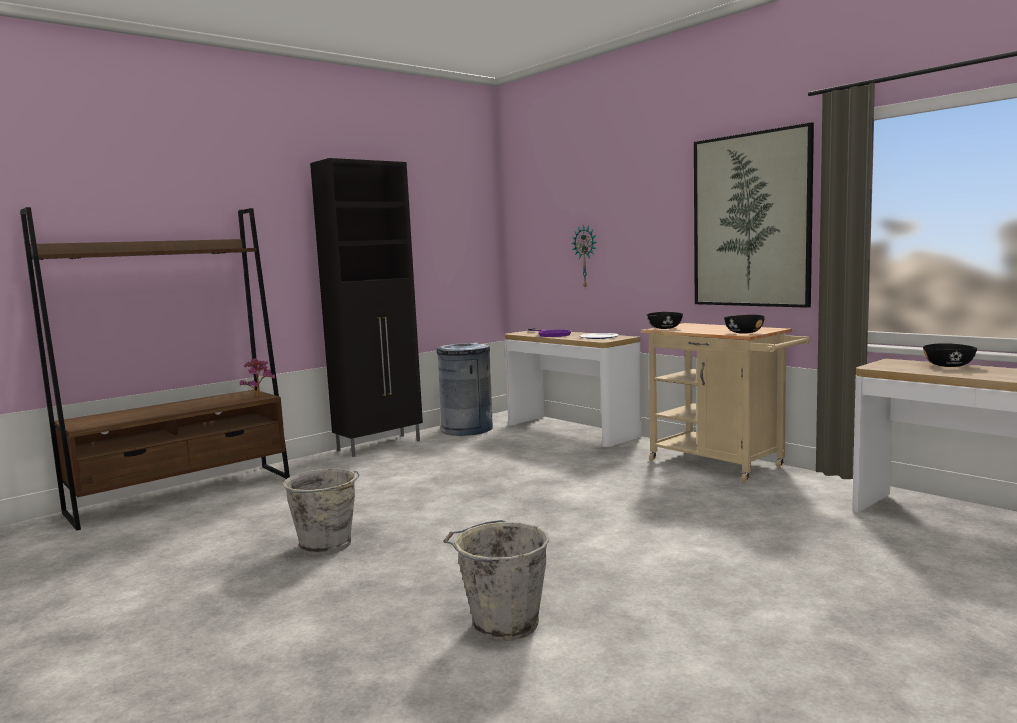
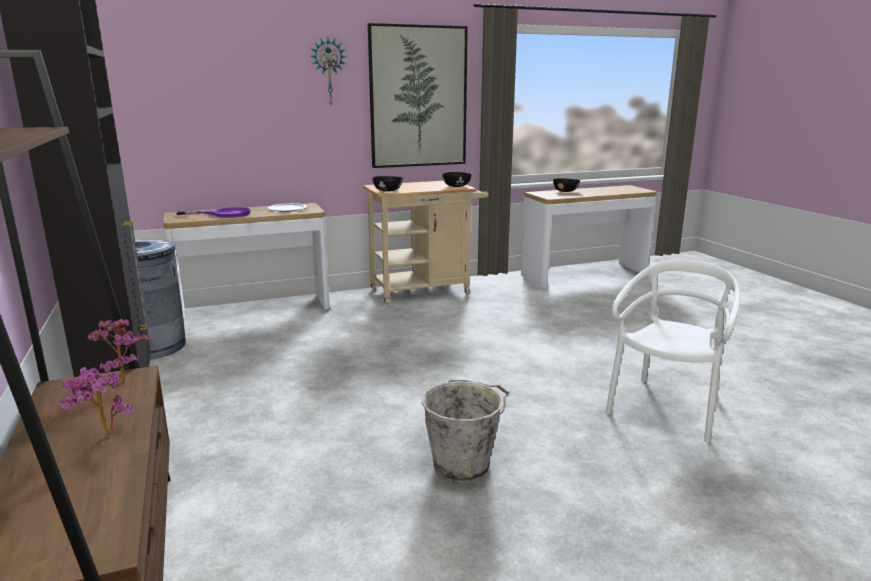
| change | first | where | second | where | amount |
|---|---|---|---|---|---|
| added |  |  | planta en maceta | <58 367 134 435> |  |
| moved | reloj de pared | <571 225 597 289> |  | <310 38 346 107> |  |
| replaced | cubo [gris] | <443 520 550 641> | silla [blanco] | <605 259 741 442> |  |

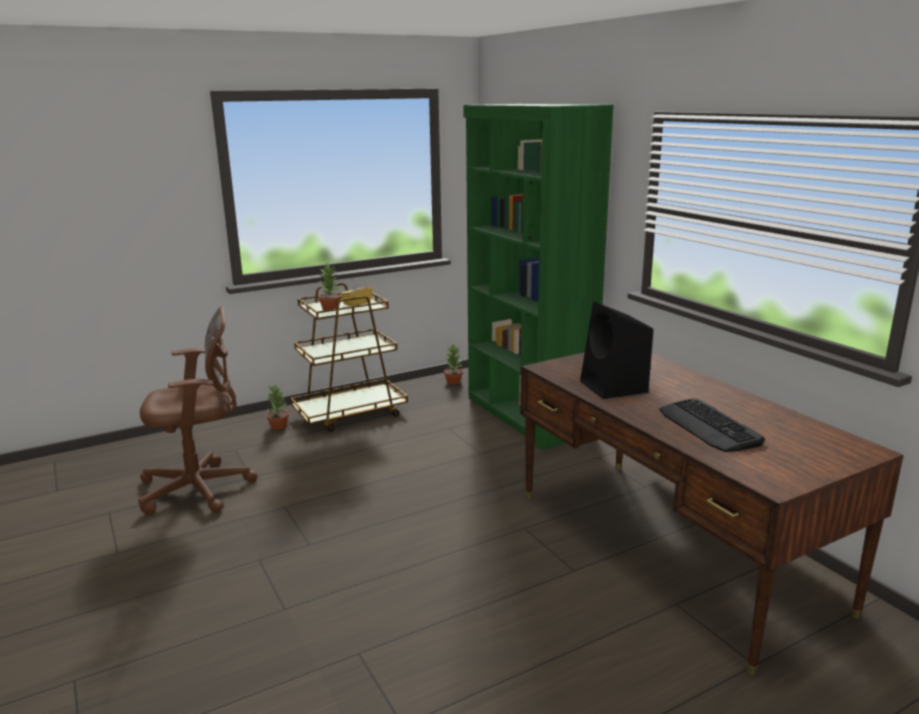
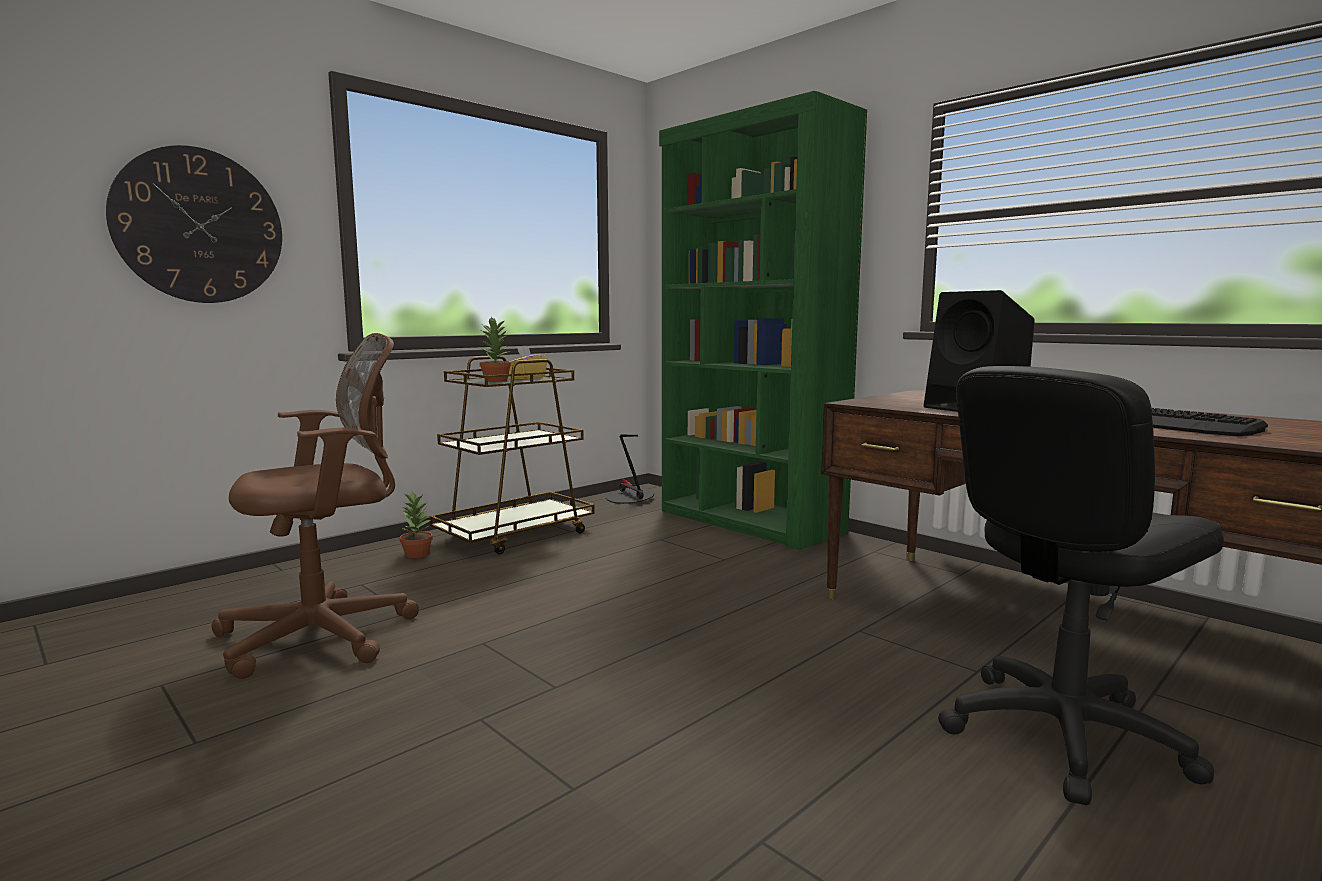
| change | first | where | second | where | amount |
|---|---|---|---|---|---|
| added |  |  | reloj de pared | <106 145 282 303> |  |
| replaced | planta en maceta | <444 343 463 384> | lámpara de mesa | <606 435 654 504> |  |
| added |  |  | silla de oficina [negro] | <938 366 1224 806> |  |

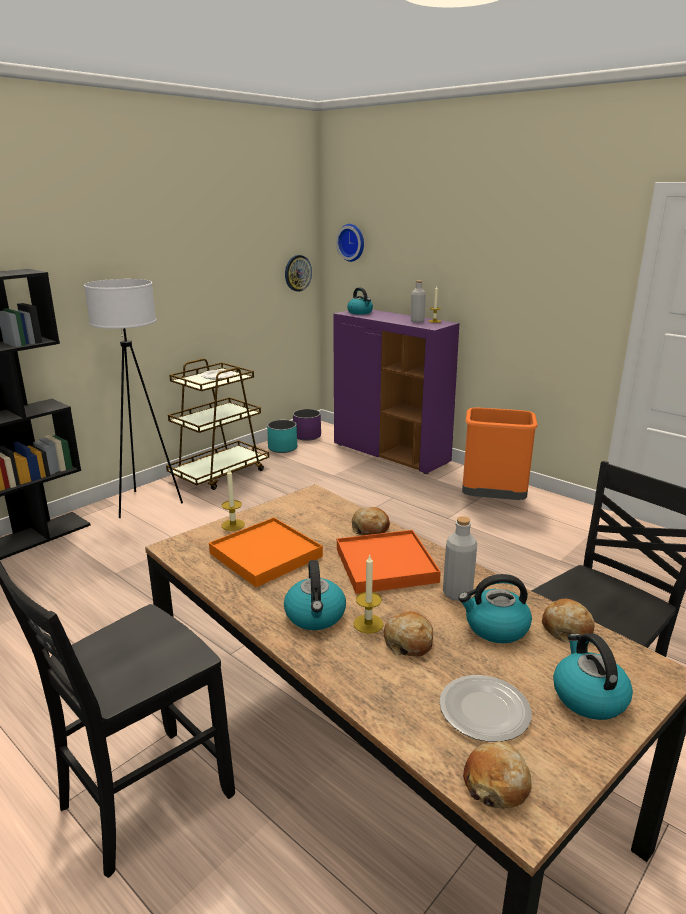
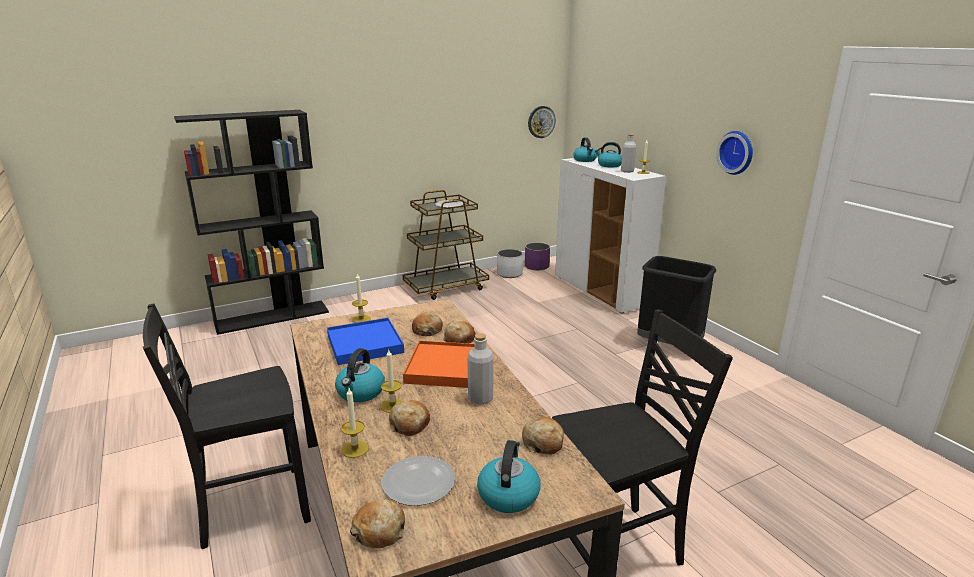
| change | first | where | second | where | amount |
|---|---|---|---|---|---|
| recoloured | bandeja [naranja] | <209 517 323 587> | bandeja [azul] | <327 318 404 365> |  |
| added |  |  | vela | <341 388 369 458> |  |
| added |  |  | pan | <412 312 443 336> |  |
| recoloured | maceta [turquesa] | <267 420 297 453> | maceta [blanco] | <497 249 523 278> |  |
| recoloured | armario [morado] | <333 310 460 474> | armario [blanco] | <555 157 666 314> |  |
| moved | hervidor | <458 574 532 643> |  | <595 142 622 168> |  |
| recoloured | papelera [naranja] | <462 408 538 500> | papelera [negro] | <637 256 716 345> |  |
| moved | reloj de pared | <336 224 364 262> |  | <716 131 753 175> |  |
| removed | lámpara de pie [blanco] | <84 279 183 518> |  |  |  |

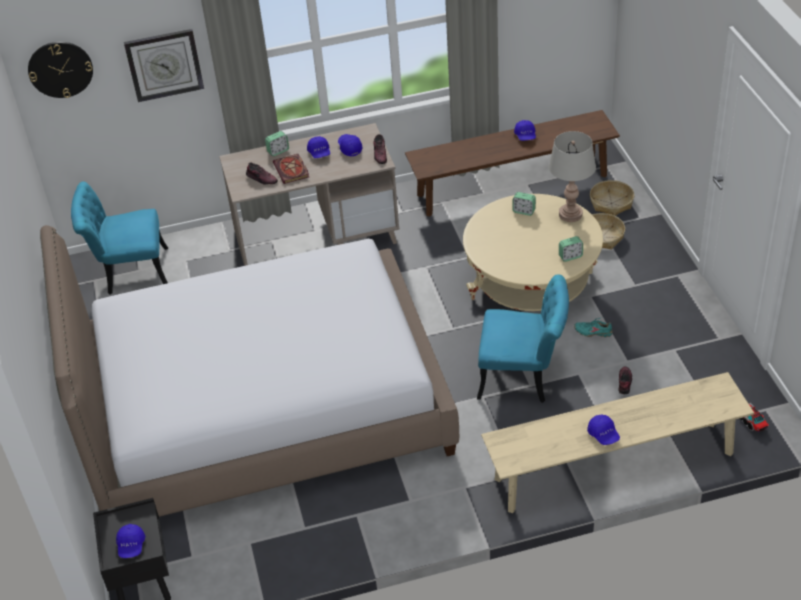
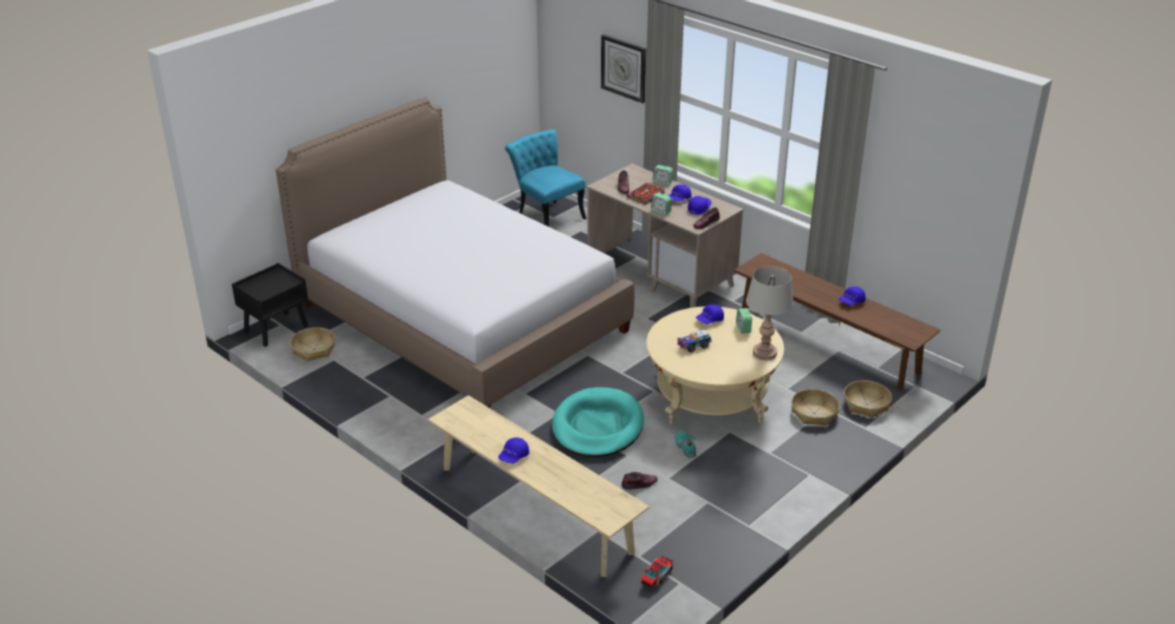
| change | first | where | second | where | amount |
|---|---|---|---|---|---|
| added |  |  | cesta | <290 327 335 361> |  |
| replaced | silla [turquesa] | <477 274 569 403> | cama para perro [turquesa] | <552 387 644 457> |  |
| moved | despertador | <559 236 583 262> |  | <651 193 672 215> |  |
| added |  |  | camión de juguete | <678 330 712 353> |  |
| moved | gorra [azul] | <116 524 145 558> |  | <696 304 724 324> |  |
| removed | reloj de pared | <28 42 93 98> |  |  |  |

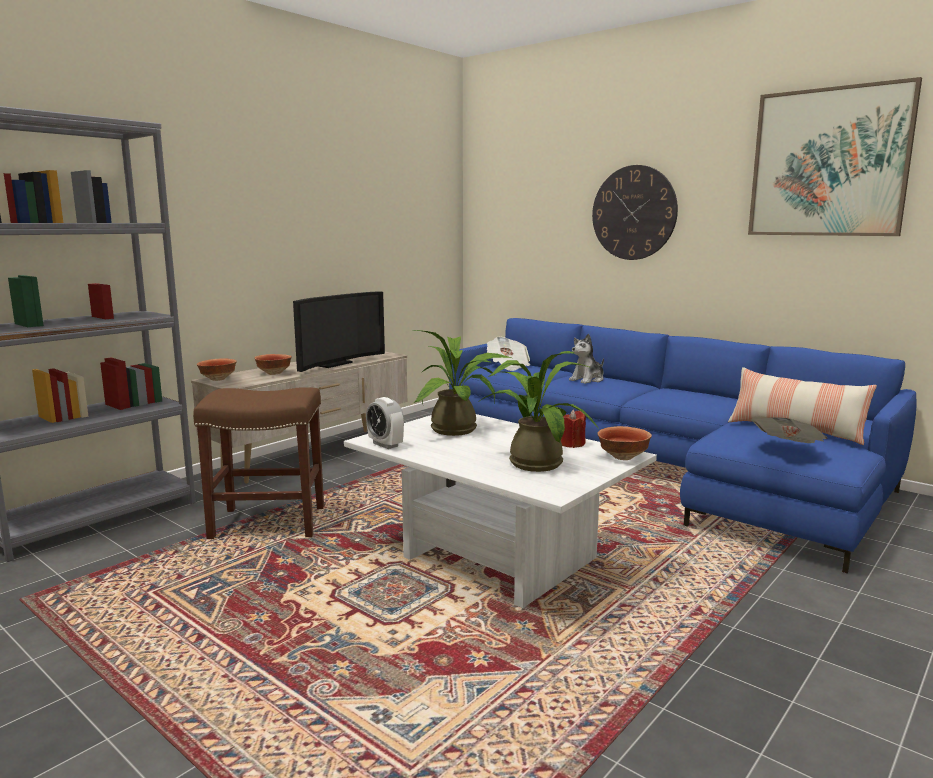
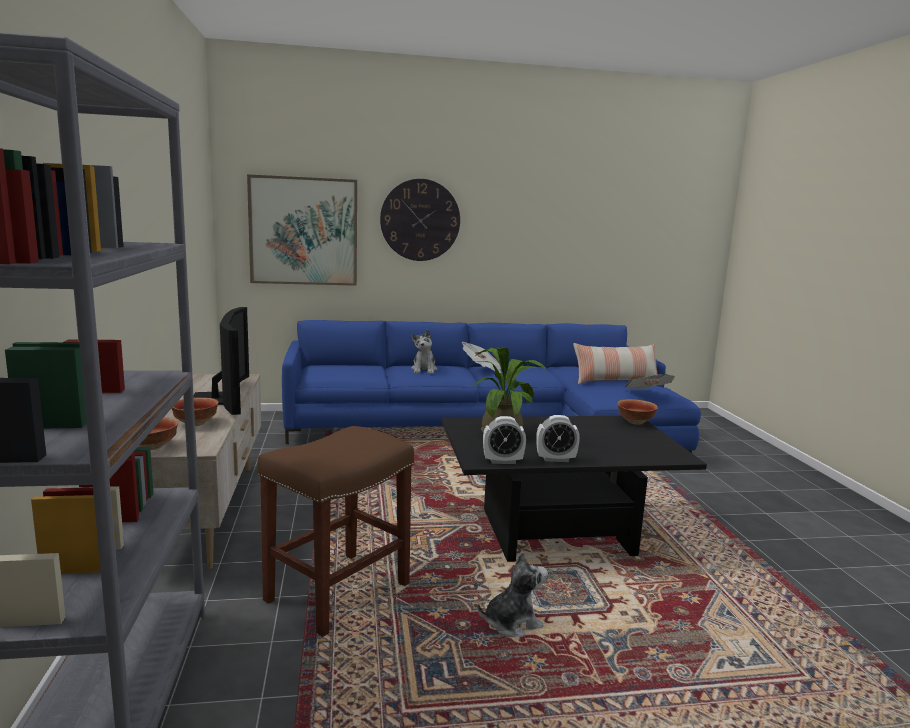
| change | first | where | second | where | amount |
|---|---|---|---|---|---|
| moved | cuadro | <748 77 922 236> |  | <247 174 357 286> |  |
| recoloured | mesa de centro [blanco] | <344 414 657 608> | mesa de centro [negro] | <441 416 707 562> |  |
| moved | periódico | <487 337 530 371> |  | <462 342 501 373> |  |
| added |  |  | peluche | <477 551 548 637> |  |
| added |  |  | despertador | <536 415 580 462> |  |
| removed | planta en maceta | <478 351 599 472> |  |  |  |
| removed | vela [rojo] | <561 410 586 448> |  |  |  |

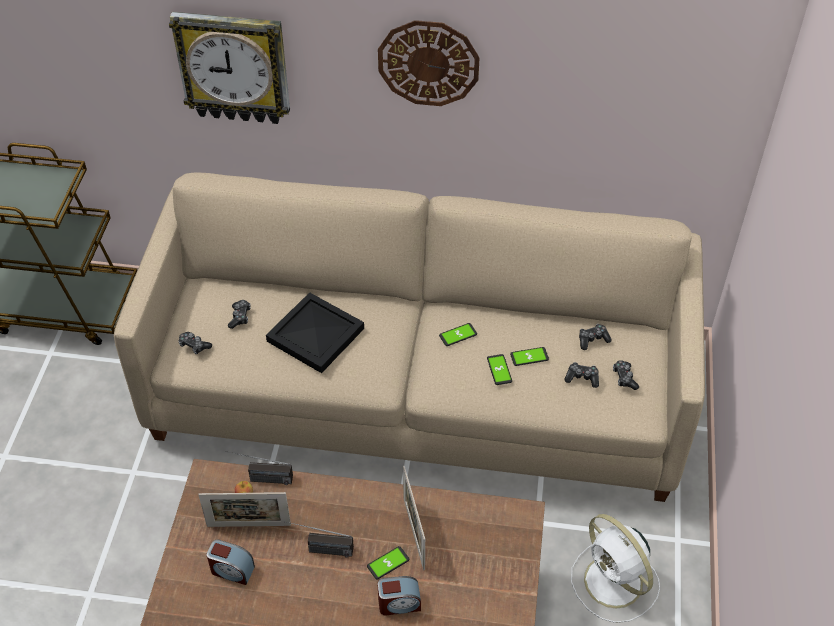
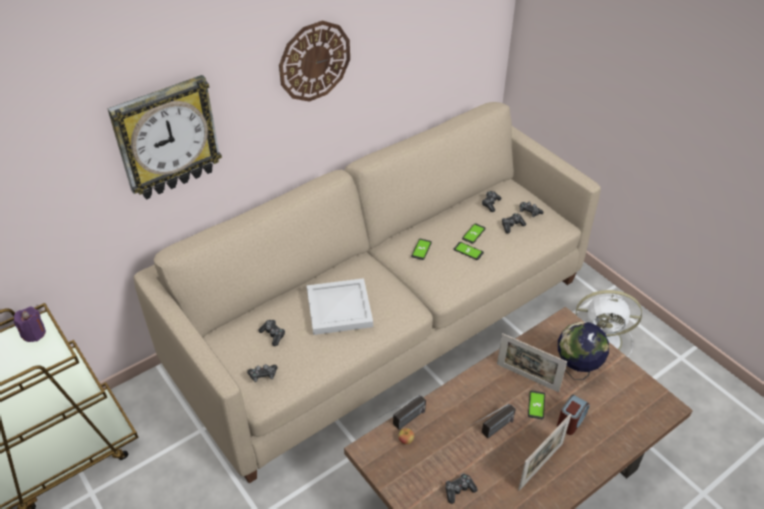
| change | first | where | second | where | amount |
|---|---|---|---|---|---|
| added |  |  | vela [morado] | <14 307 46 342> |  |
| recoloured | bandeja [negro] | <266 292 364 373> | bandeja [blanco] | <307 278 373 335> |  |
| replaced | despertador | <207 540 255 585> | mando de consola | <446 473 478 504> |  |
| moved | portarretratos | <198 492 291 527> |  | <518 414 572 491> |  |
| added |  |  | globo terráqueo | <558 322 609 380> |  |

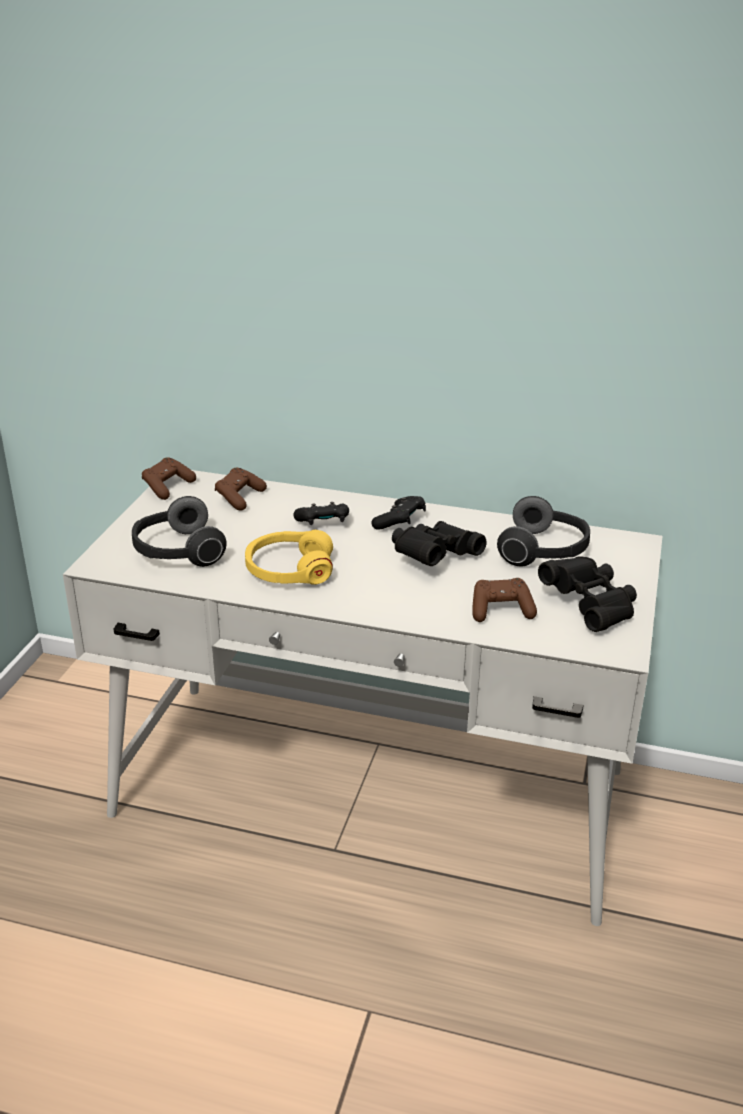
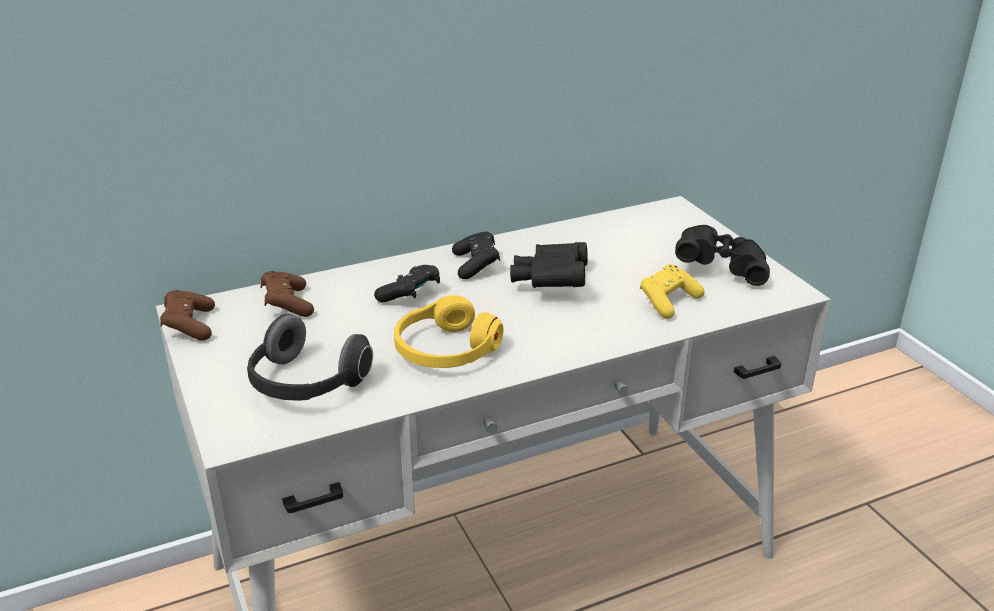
| change | first | where | second | where | amount |
|---|---|---|---|---|---|
| recoloured | mando de consola [marrón] | <472 578 537 622> | mando de consola [amarillo] | <640 264 704 319> |  |
| removed | auriculares | <497 496 590 566> |  |  |  |

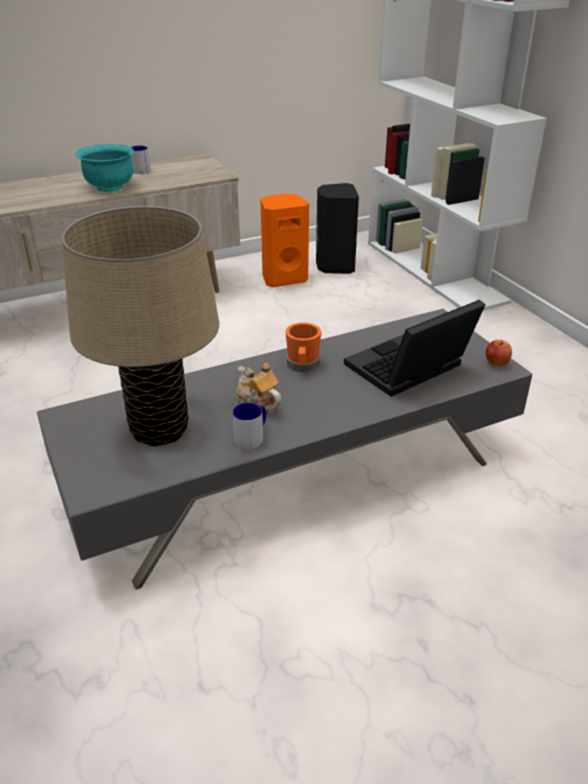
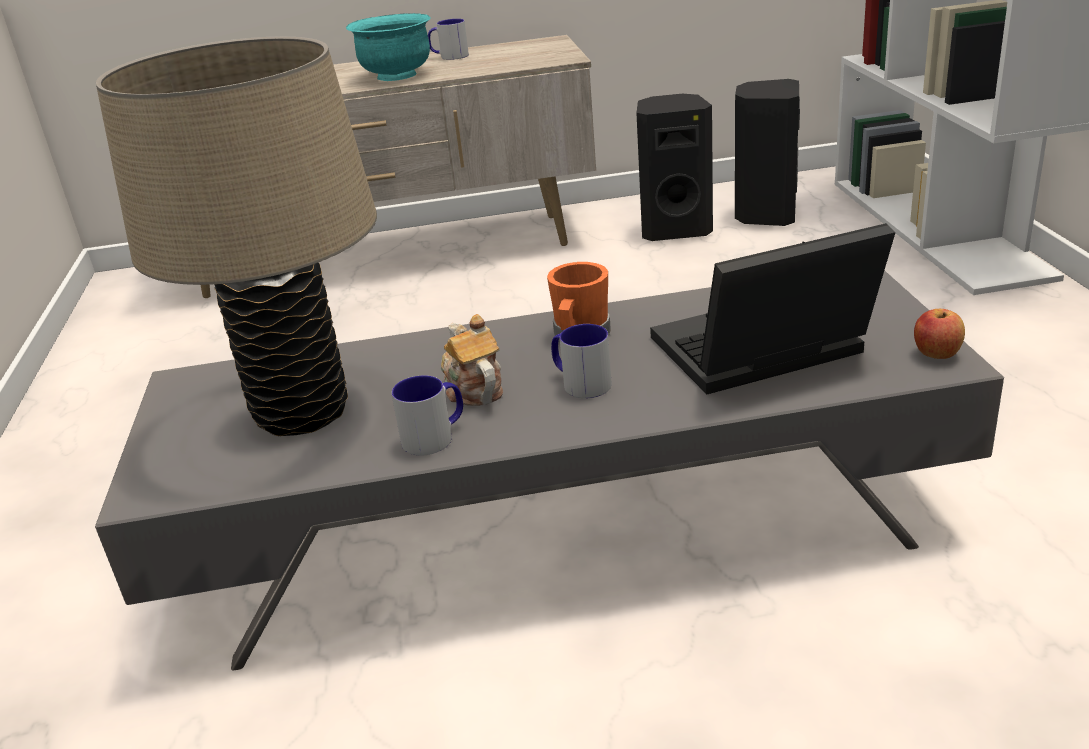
| change | first | where | second | where | amount |
|---|---|---|---|---|---|
| added |  |  | taza grande | <551 324 612 398> |  |
| recoloured | altavoz [naranja] | <260 194 309 287> | altavoz [negro] | <636 94 713 241> |  |

